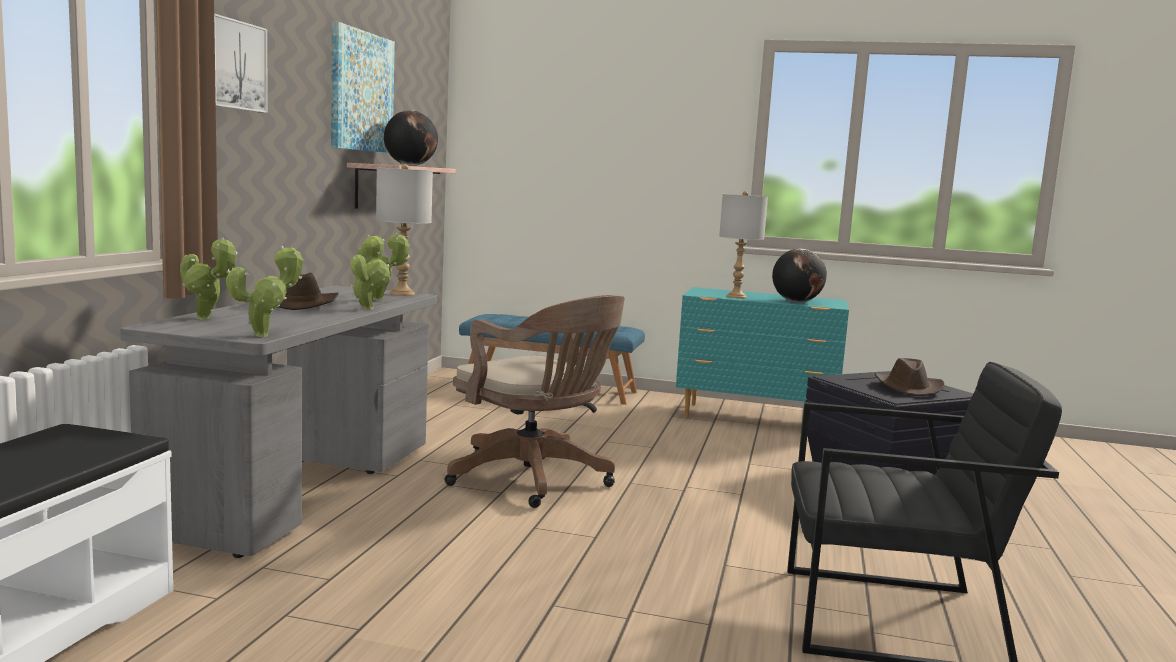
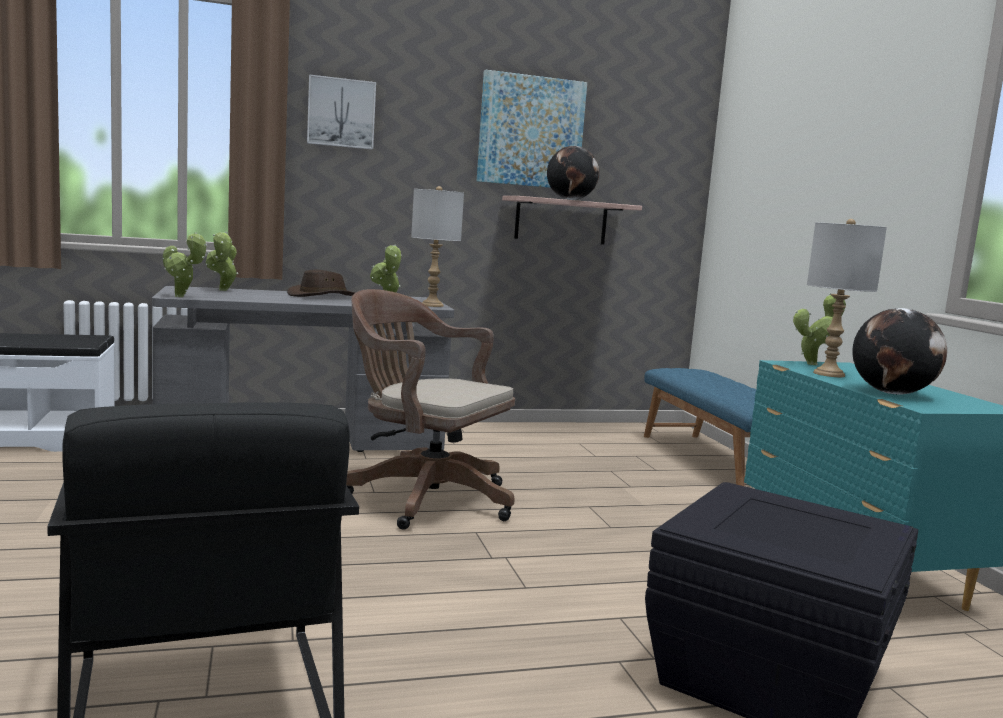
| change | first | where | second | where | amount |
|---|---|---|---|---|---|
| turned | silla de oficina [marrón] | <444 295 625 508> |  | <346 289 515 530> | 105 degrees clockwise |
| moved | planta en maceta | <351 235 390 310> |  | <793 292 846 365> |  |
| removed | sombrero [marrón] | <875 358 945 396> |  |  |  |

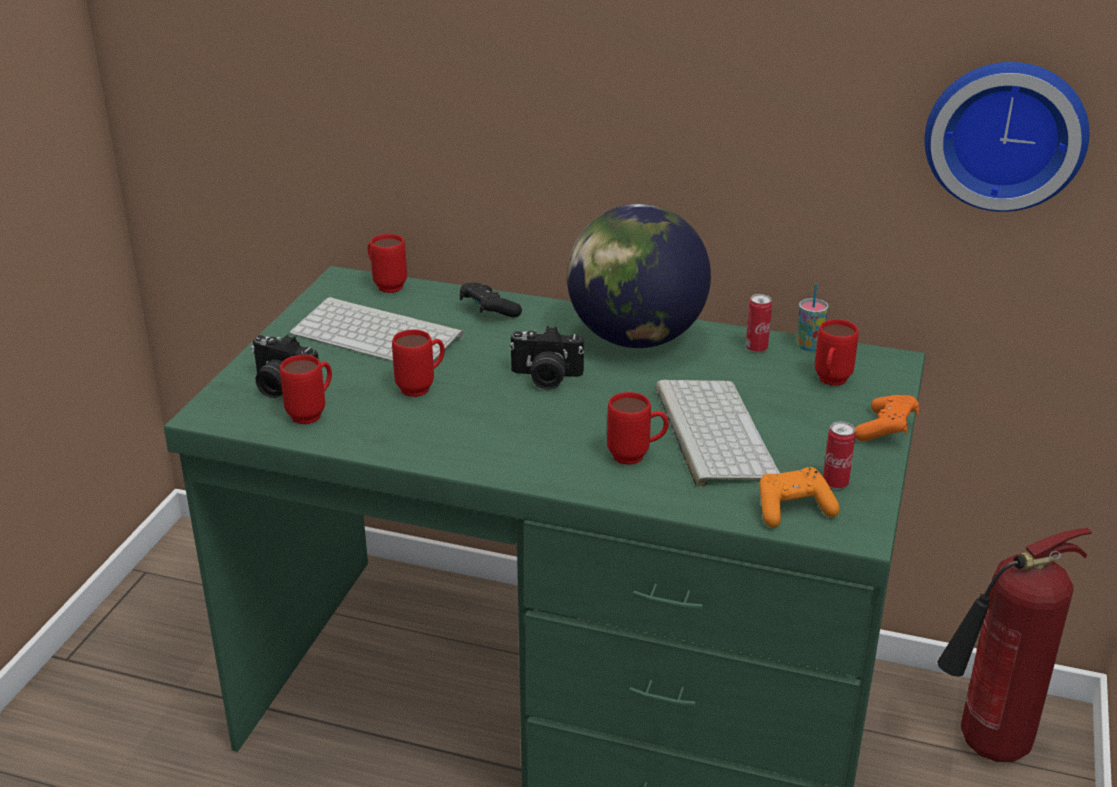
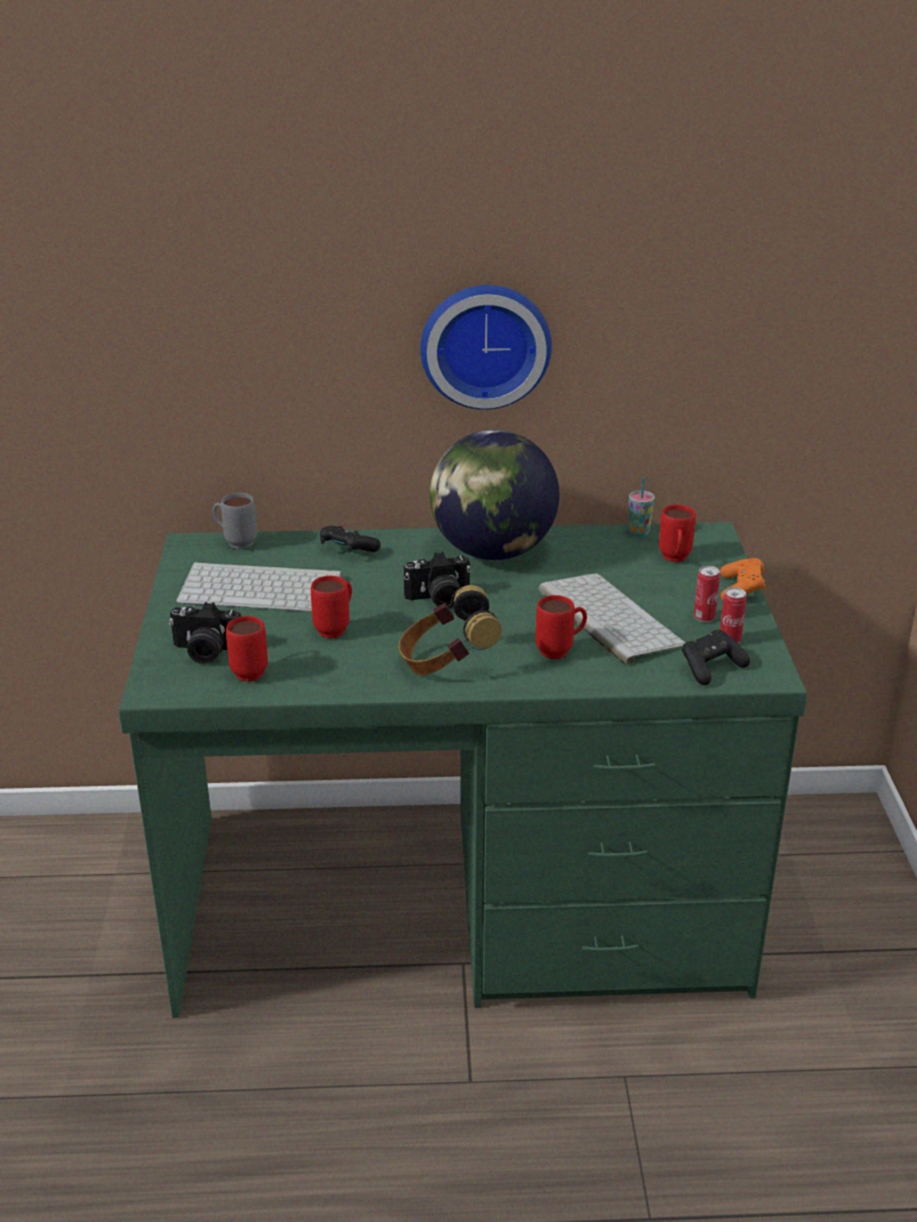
| change | first | where | second | where | amount |
|---|---|---|---|---|---|
| recoloured | taza grande [rojo] | <368 234 407 293> | taza grande [gris] | <213 493 257 550> |  |
| added |  |  | auriculares | <398 585 502 675> |  |
| moved | reloj de pared | <924 62 1089 212> |  | <420 285 552 410> |  |
| recoloured | mando de consola [naranja] | <760 467 840 528> | mando de consola [negro] | <682 630 750 685> |  |
| moved | lata | <746 294 772 353> |  | <694 566 720 622> |  |
| removed | extintor | <937 528 1092 762> |  |  |  |

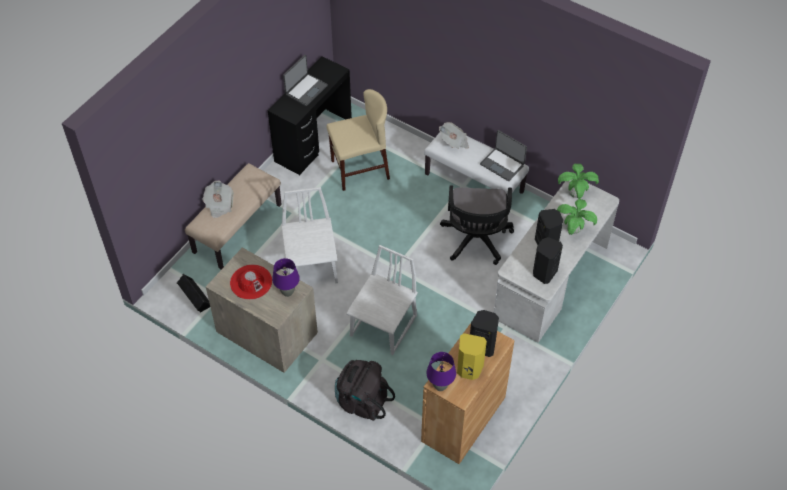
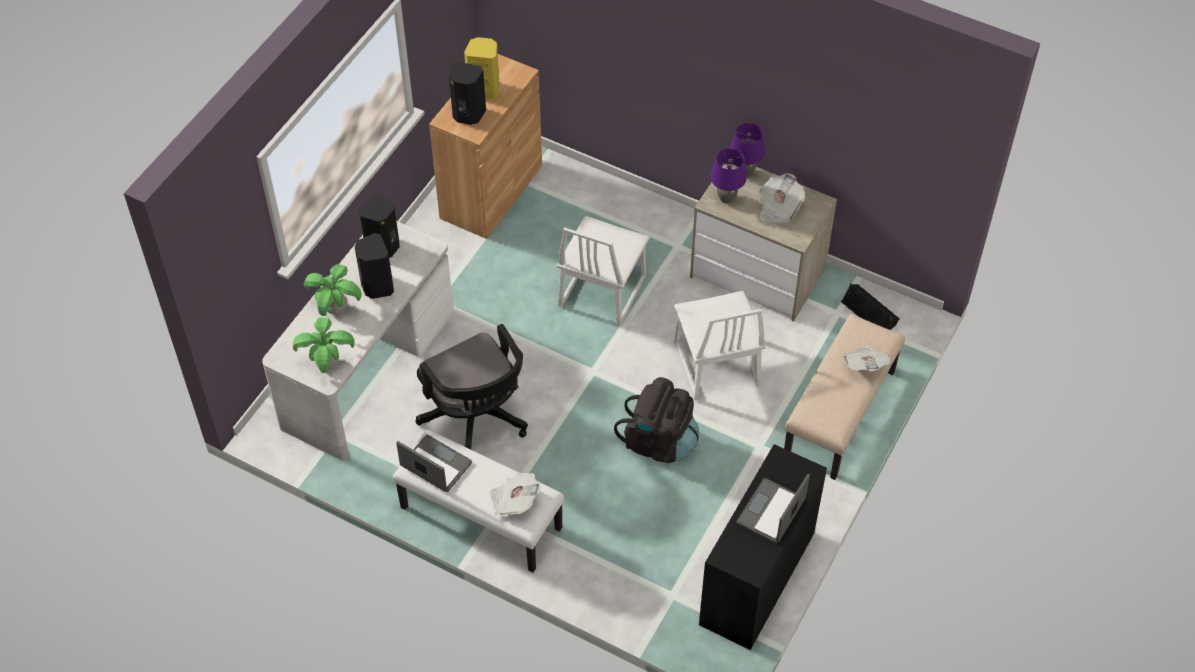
| change | first | where | second | where | amount |
|---|---|---|---|---|---|
| turned | silla de oficina [negro] | <440 185 514 265> |  | <415 324 528 449> | 150 degrees clockwise |
| moved | mochila [negro] | <335 360 395 421> |  | <614 377 699 463> |  |
| moved | lámpara de mesa [morado] | <426 352 456 391> |  | <730 123 765 177> |  |
| replaced | sombrero [rojo] | <230 265 272 300> | periódico | <758 173 805 224> |  |
| removed | silla [beis] | <326 89 390 191> |  |  |  |

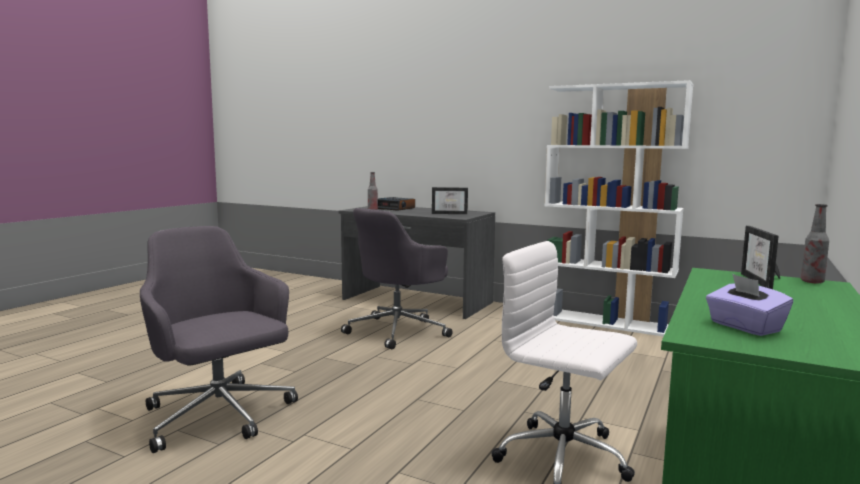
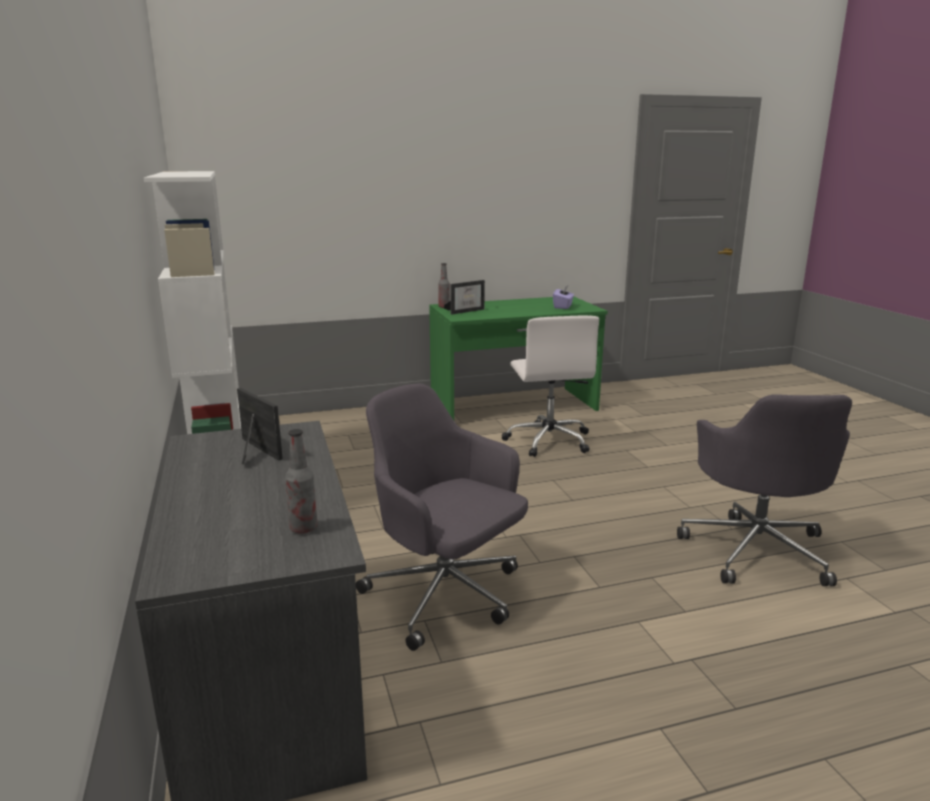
| change | first | where | second | where | amount |
|---|---|---|---|---|---|
| turned | silla de oficina [gris] | <341 208 453 349> |  | <356 384 528 651> | 135 degrees counterclockwise |
| removed | despertador | <378 197 415 211> |  |  |  |

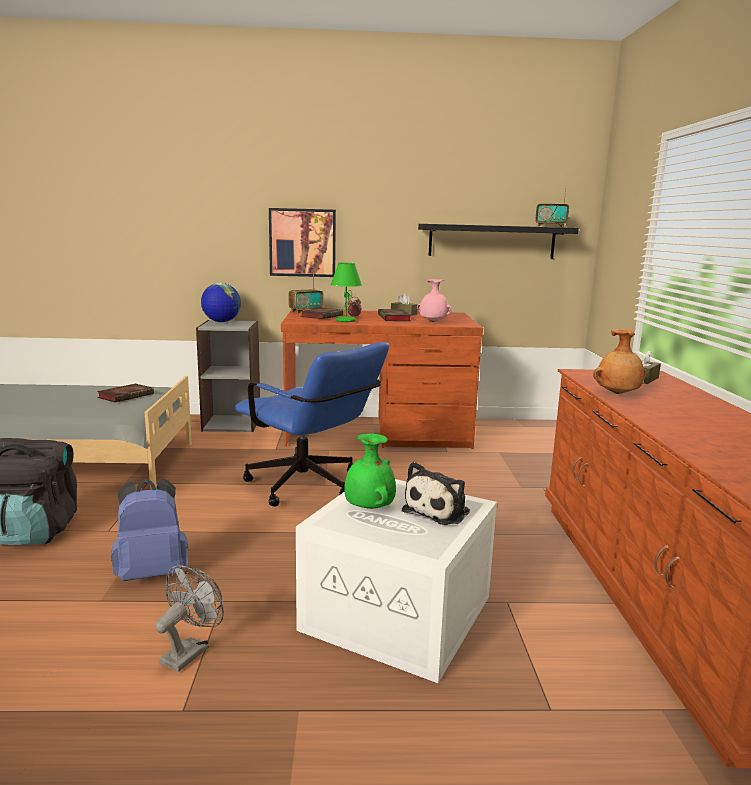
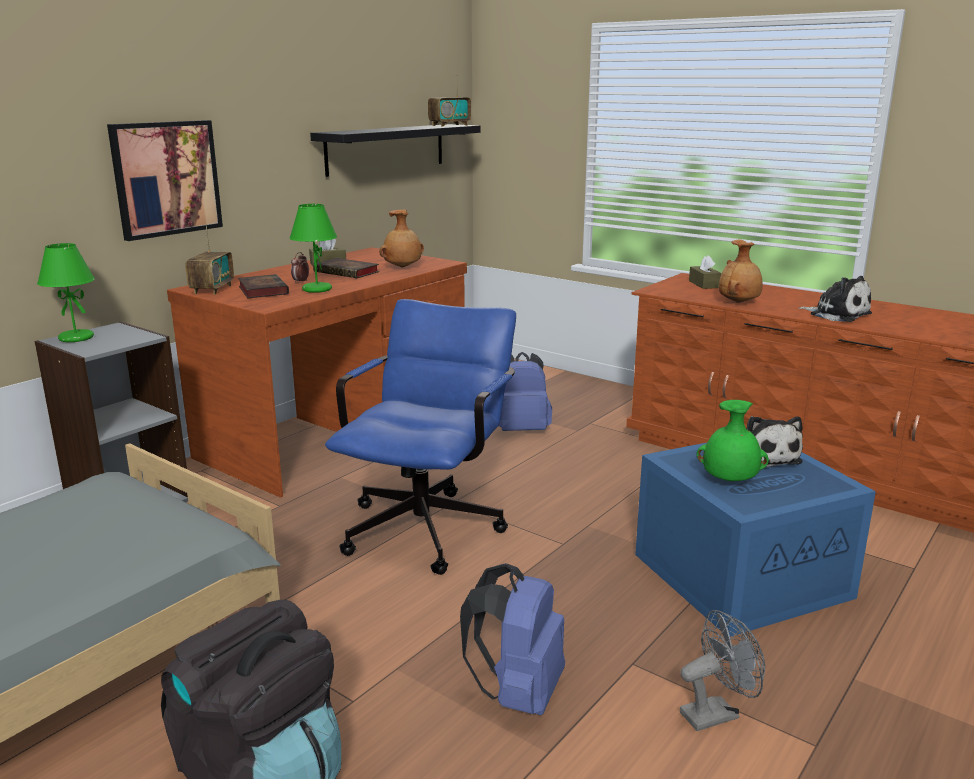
| change | first | where | second | where | amount |
|---|---|---|---|---|---|
| replaced | globo terráqueo | <201 283 241 322> | lámpara de mesa [verde] | <37 243 95 342> |  |
| turned | silla de oficina [azul] | <235 342 389 507> |  | <325 299 516 575> | 60 degrees counterclockwise |
| recoloured | florero [rosa] | <417 279 452 322> | florero [marrón] | <379 210 424 268> |  |
| added |  |  | mochila [azul] | <499 352 552 431> |  |
| recoloured | caja de almacenaje [blanco] | <296 479 497 683> | caja de almacenaje [azul] | <635 443 876 637> |  |
| turned | ventilador [gris] | <155 565 224 672> |  | <680 610 765 731> | 90 degrees clockwise |
| added |  |  | peluche | <798 276 872 322> |  |
| removed | libro | <97 384 154 403> |  |  |  |

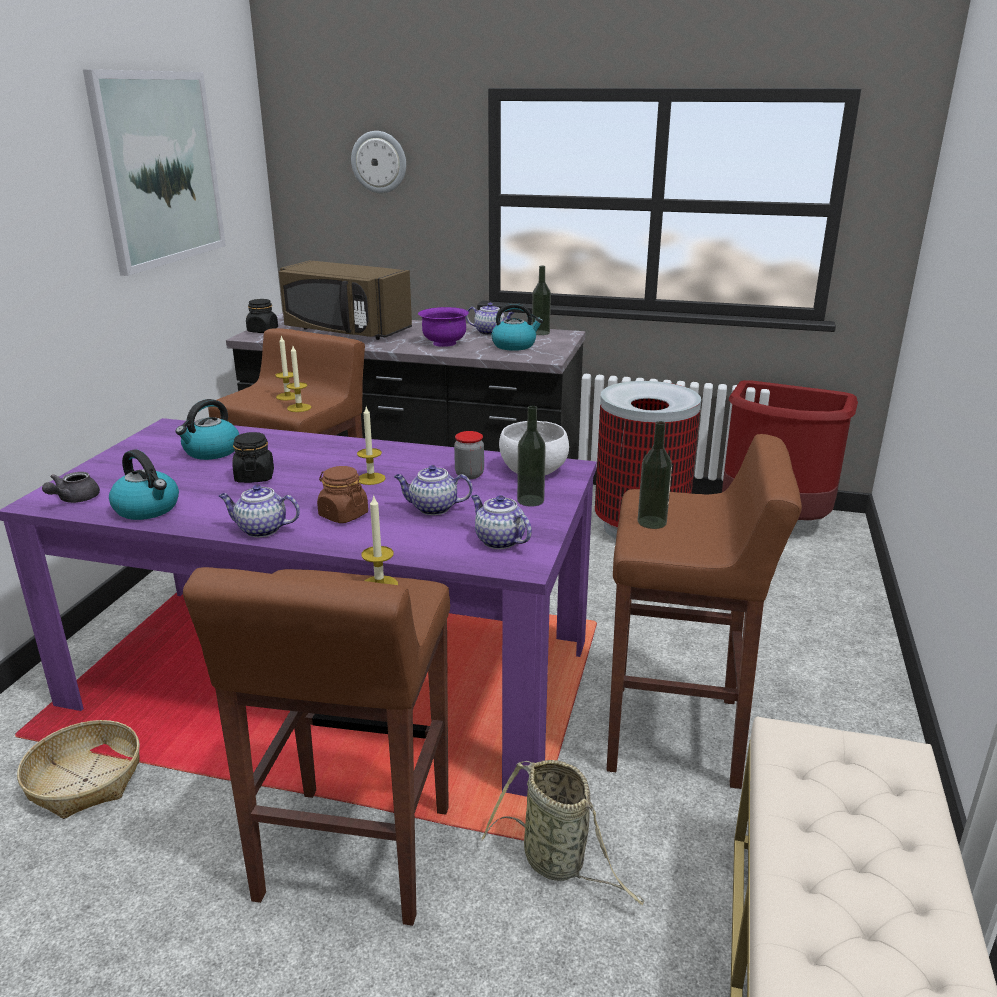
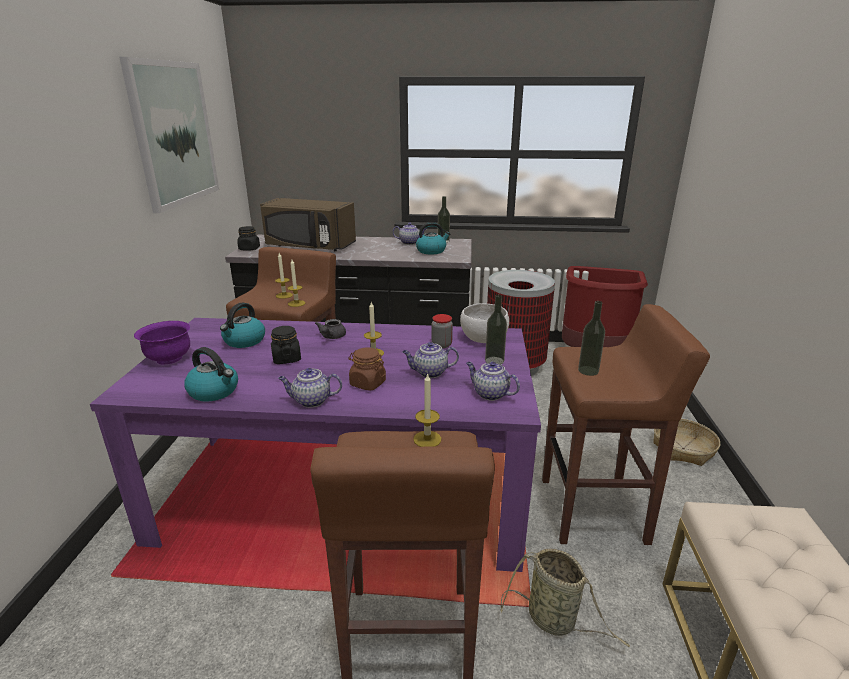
| change | first | where | second | where | amount |
|---|---|---|---|---|---|
| moved | cuenco [morado] | <418 307 469 347> |  | <134 321 190 365> |  |
| moved | tetera [gris] | <42 472 100 503> |  | <315 319 346 339> |  |
| moved | cesta | <17 720 140 819> |  | <653 419 720 466> |  |
| removed | reloj de pared | <351 131 406 193> |  |  |  |

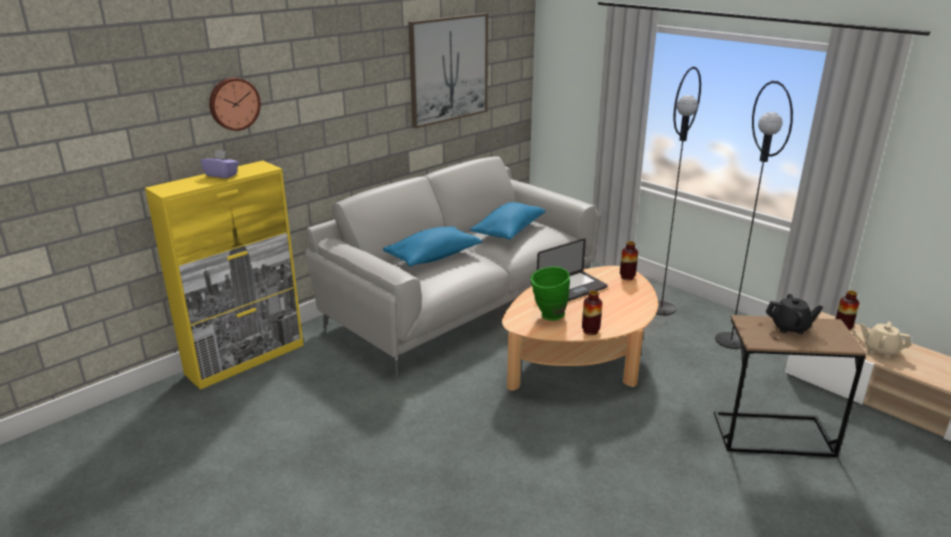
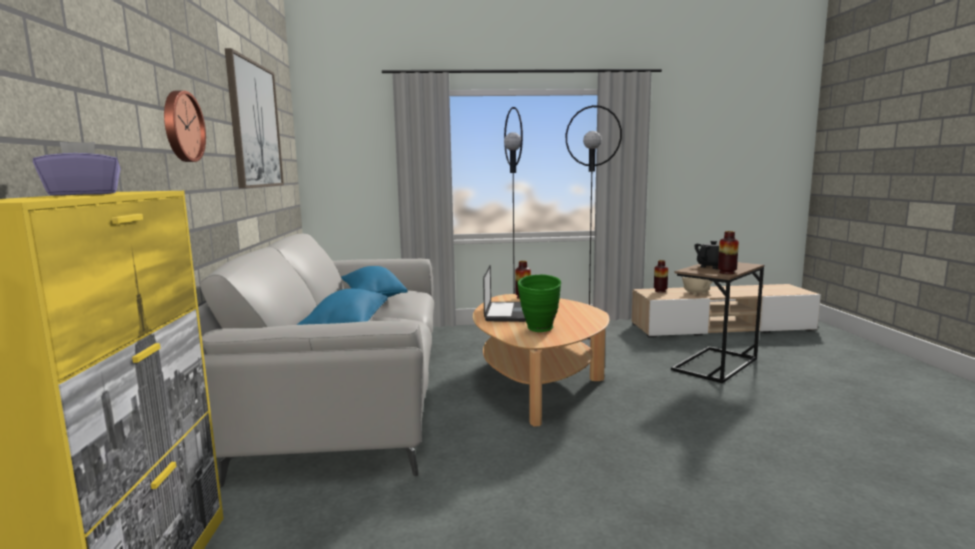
| change | first | where | second | where | amount |
|---|---|---|---|---|---|
| moved | reloj de pared | <209 78 261 131> |  | <164 90 206 162> |  |
| moved | florero | <582 291 602 335> |  | <718 231 739 274> |  |

